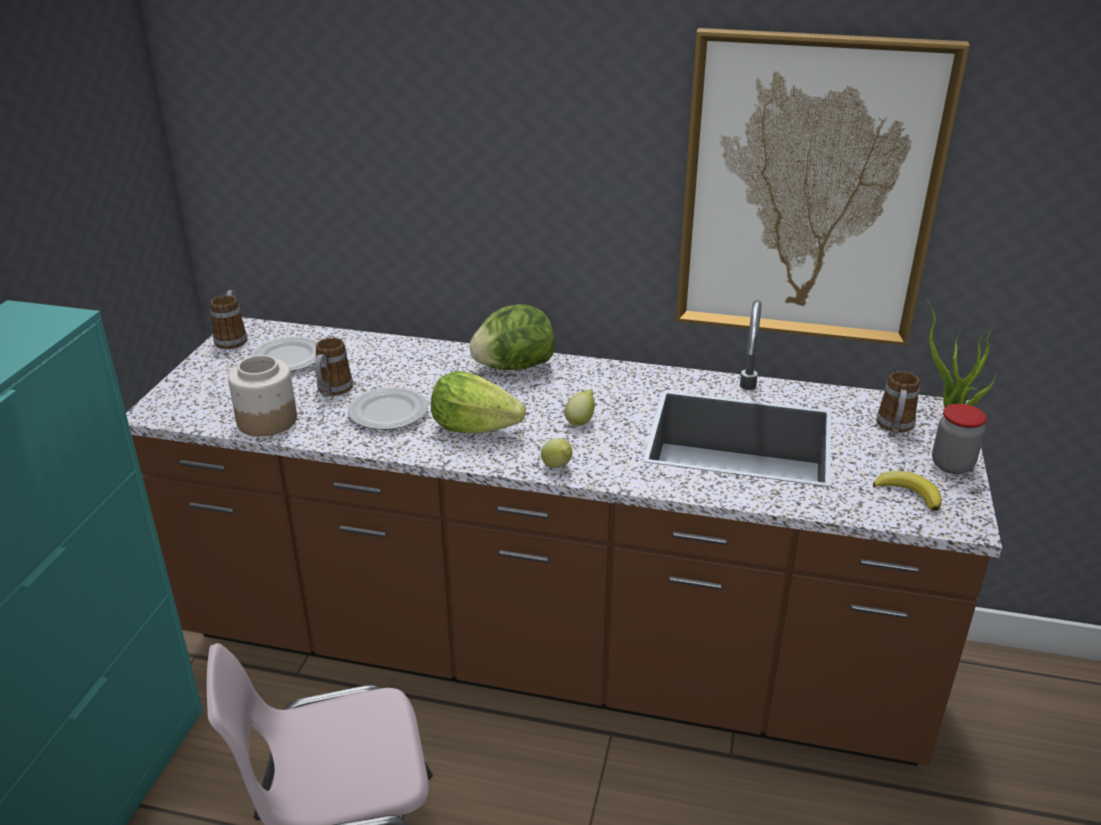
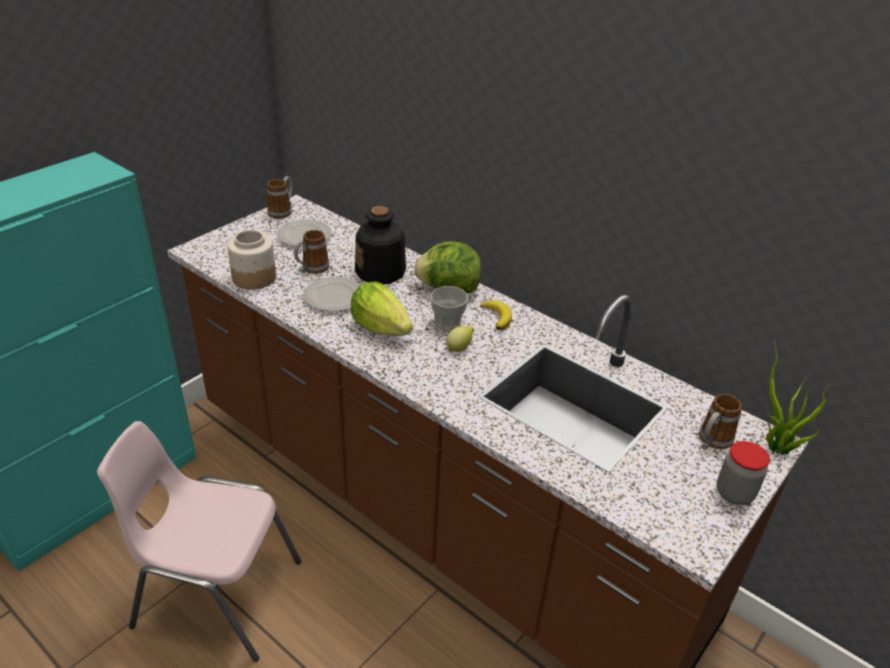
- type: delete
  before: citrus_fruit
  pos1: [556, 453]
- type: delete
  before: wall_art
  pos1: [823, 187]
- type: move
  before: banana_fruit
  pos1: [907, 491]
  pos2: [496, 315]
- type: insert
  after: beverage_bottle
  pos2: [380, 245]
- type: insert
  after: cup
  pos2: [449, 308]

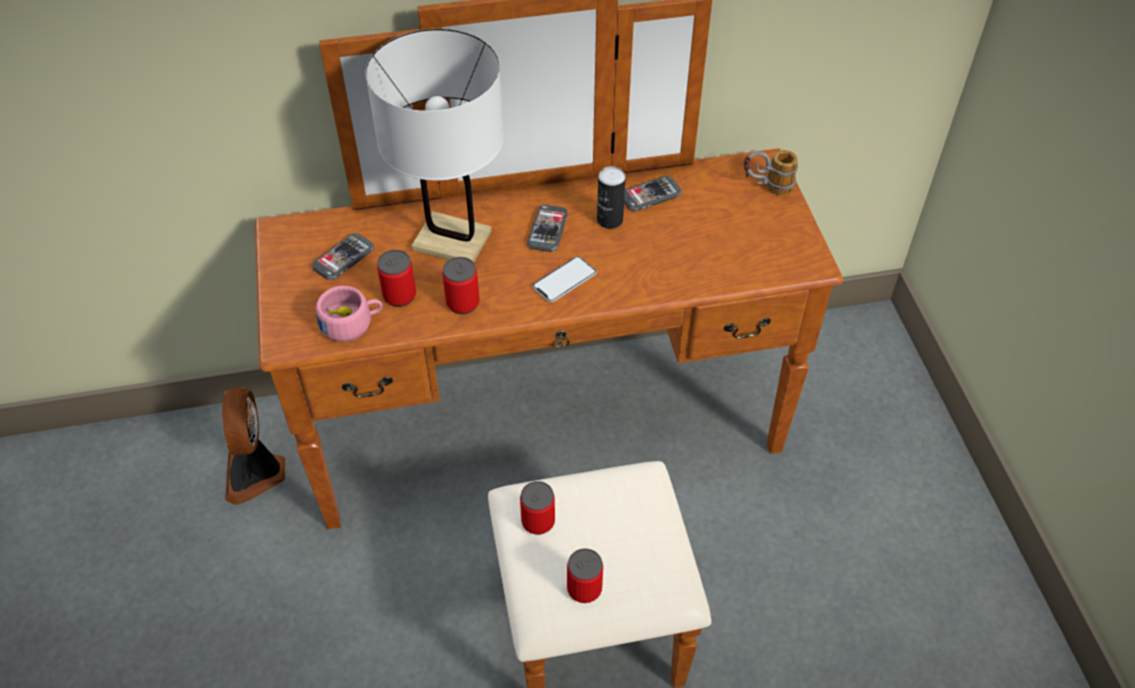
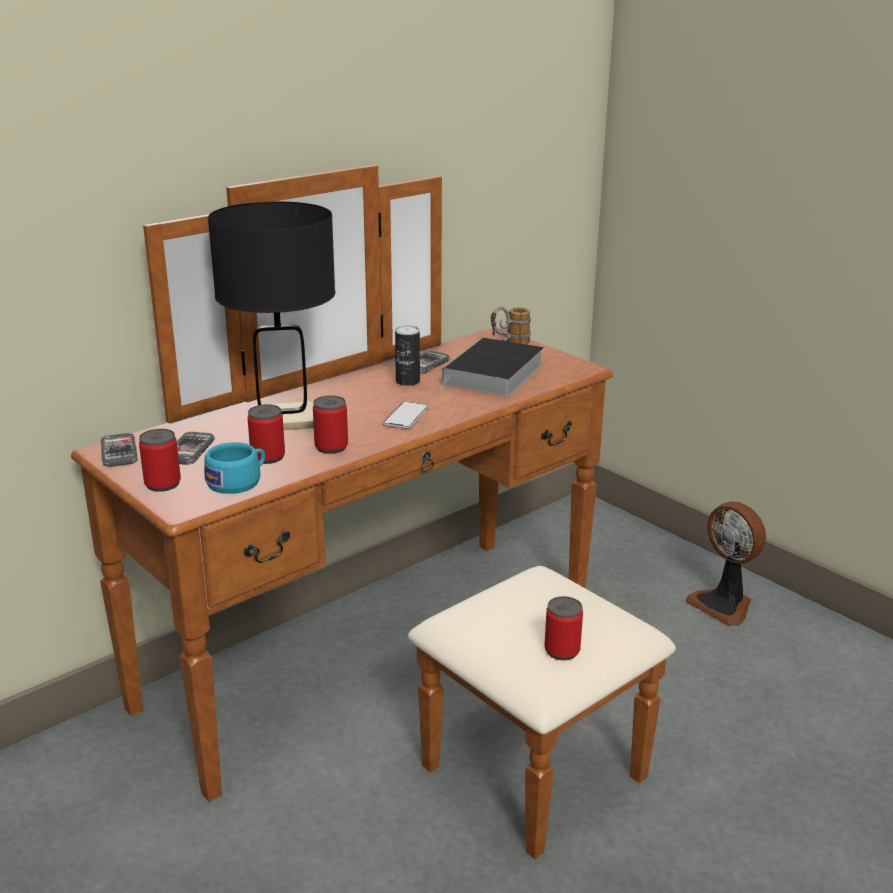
- type: move
  before: electric_fan
  pos1: [253, 446]
  pos2: [725, 563]
- type: recolor
  before: pinkish_cup
  after: blue-green_cup
  pos1: [349, 314]
  pos2: [234, 468]
- type: recolor
  before: white-coloured_tabletop_lamp
  after: blackish_tabletop_lamp
  pos1: [434, 145]
  pos2: [271, 315]
- type: move
  before: can
  pos1: [537, 508]
  pos2: [160, 460]
- type: move
  before: telephone
  pos1: [547, 228]
  pos2: [119, 450]
- type: insert
  after: volume
  pos2: [491, 367]

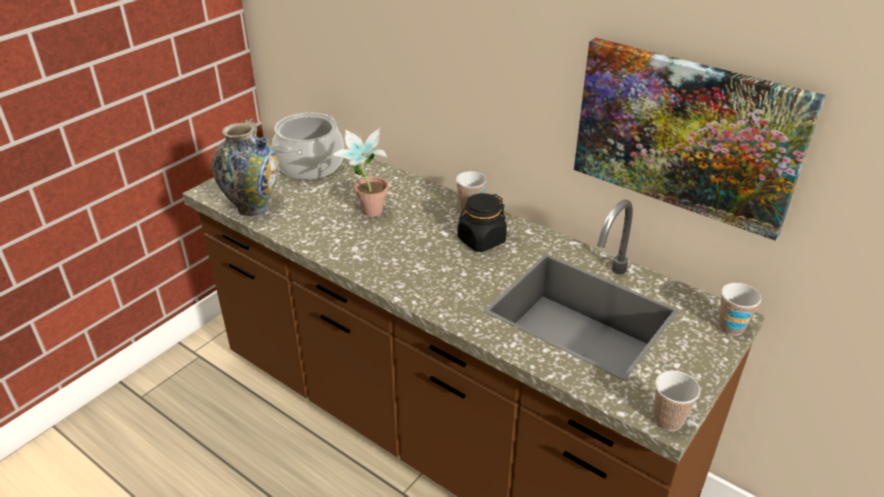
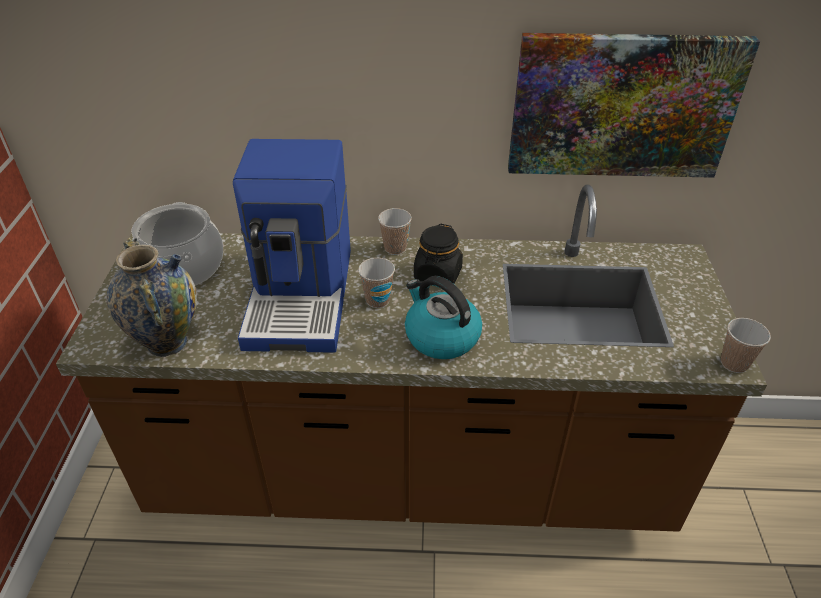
- type: replace
  before: houseplant
  after: coffee_machine
  pos1: [360, 172]
  pos2: [292, 246]
- type: move
  before: cup
  pos1: [739, 309]
  pos2: [376, 283]
- type: insert
  after: water_kettle
  pos2: [443, 317]

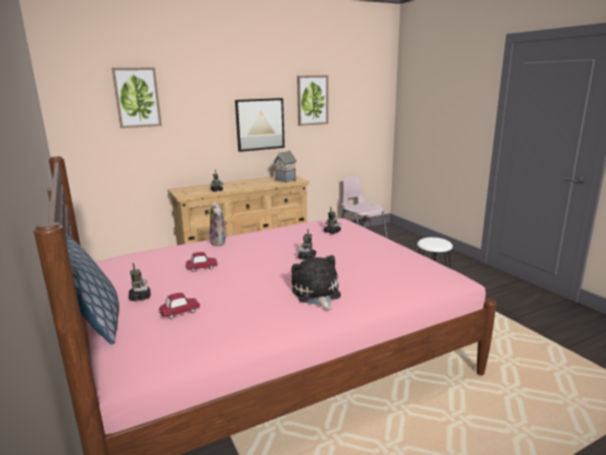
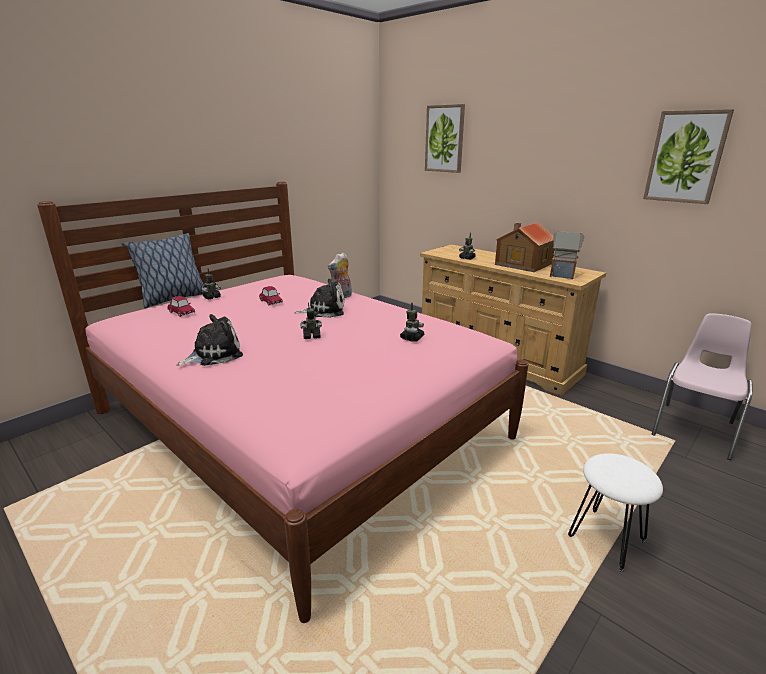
- type: delete
  before: wall_art
  pos1: [260, 125]
- type: insert
  after: plush_toy
  pos2: [319, 298]
- type: insert
  after: model_house
  pos2: [524, 247]

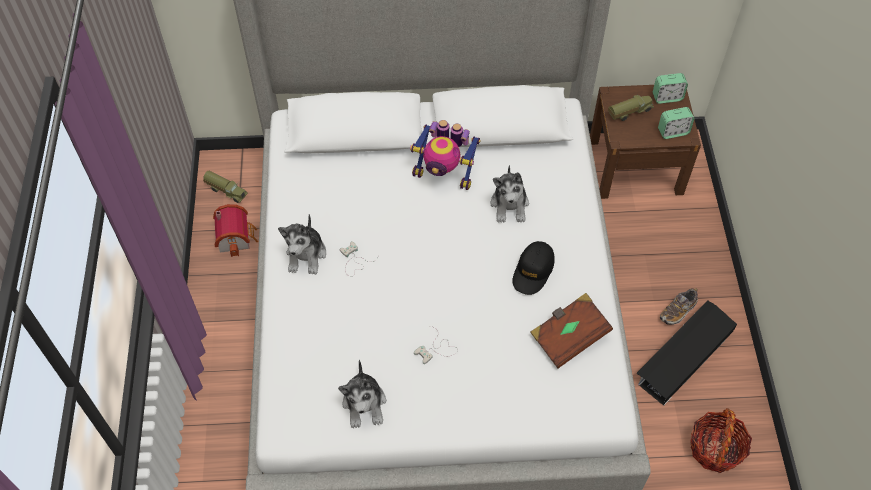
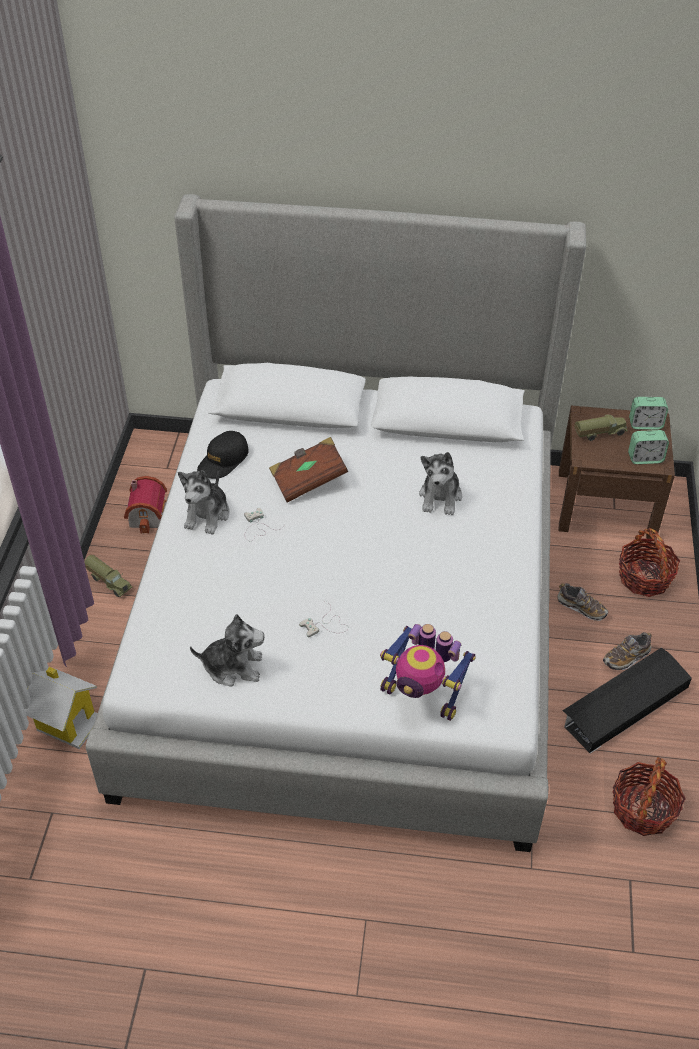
- type: move
  before: model_truck
  pos1: [225, 187]
  pos2: [108, 576]
- type: rotate
  before: plush_toy
  pos1: [362, 394]
  pos2: [227, 650]
  turn: -90
- type: move
  before: robot_figure
  pos1: [445, 155]
  pos2: [428, 672]
- type: move
  before: blackish_peaked_cap
  pos1: [533, 268]
  pos2: [223, 455]
- type: move
  before: brown_volume
  pos1: [571, 330]
  pos2: [308, 470]
- type: insert
  after: model_house
  pos2: [61, 708]
- type: insert
  after: item_of_footwear
  pos2: [583, 602]
- type: insert
  after: storage_basket
  pos2: [649, 562]

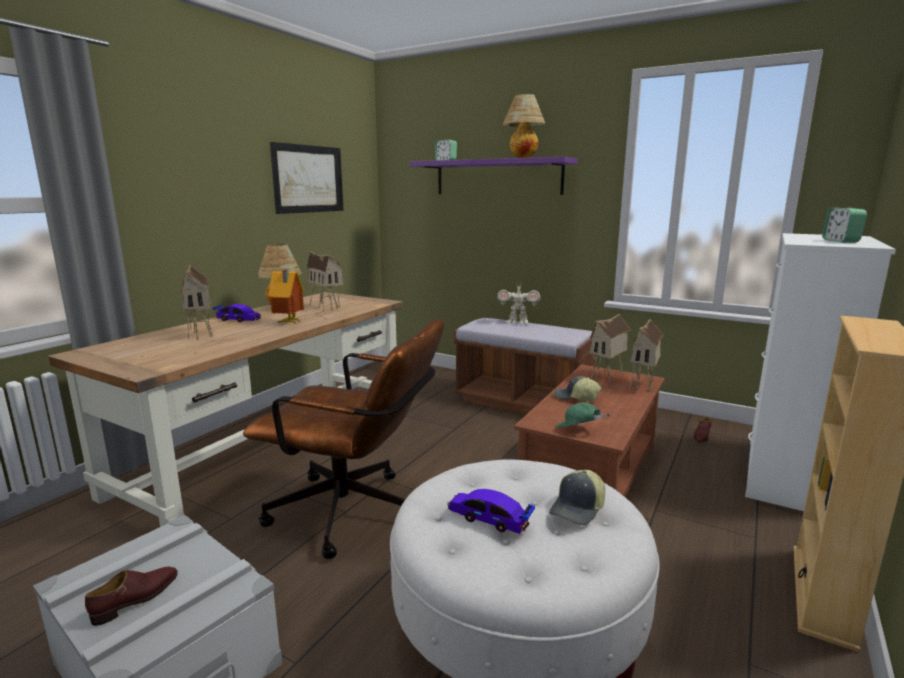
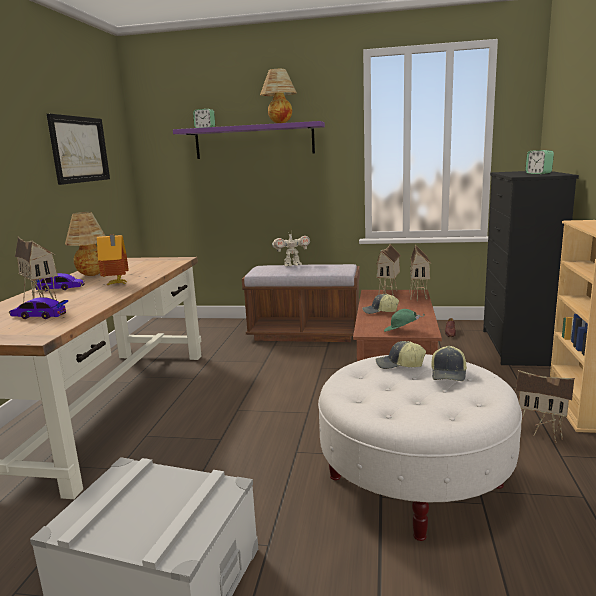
- type: delete
  before: brown_item_of_footwear
  pos1: [131, 596]
- type: delete
  before: brown_computer_chair
  pos1: [343, 438]
- type: move
  before: model_house
  pos1: [324, 281]
  pos2: [545, 406]
- type: move
  before: miniature_car
  pos1: [491, 511]
  pos2: [38, 308]
- type: recolor
  before: white-coloured_drawer_chest
  after: blackish_drawer_chest
  pos1: [820, 372]
  pos2: [531, 268]
- type: insert
  after: peaked_cap
  pos2: [400, 355]

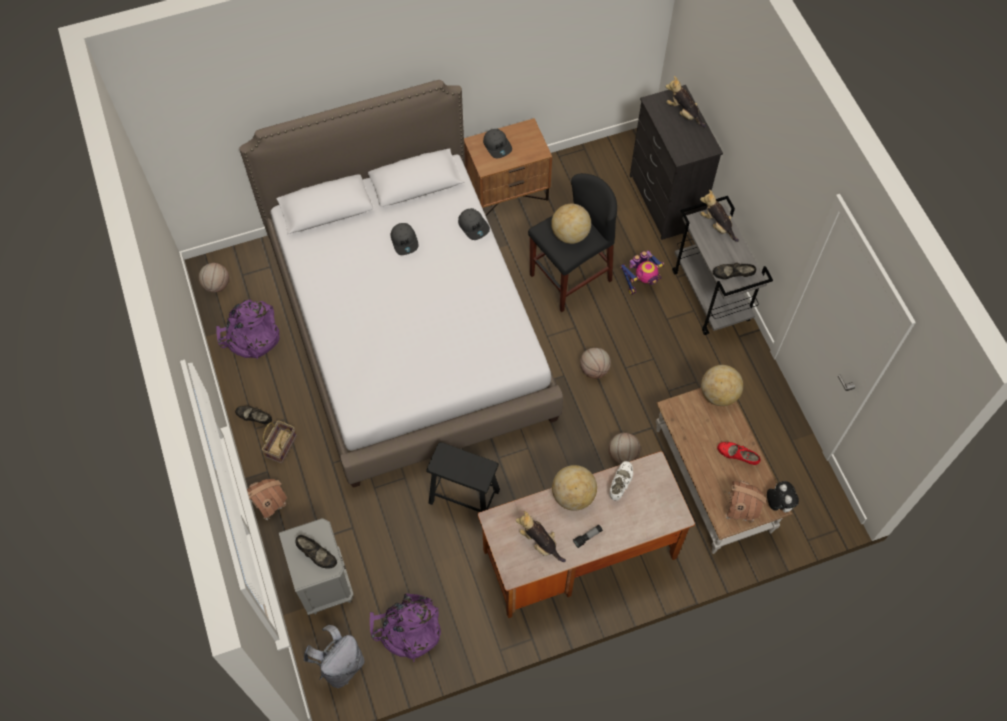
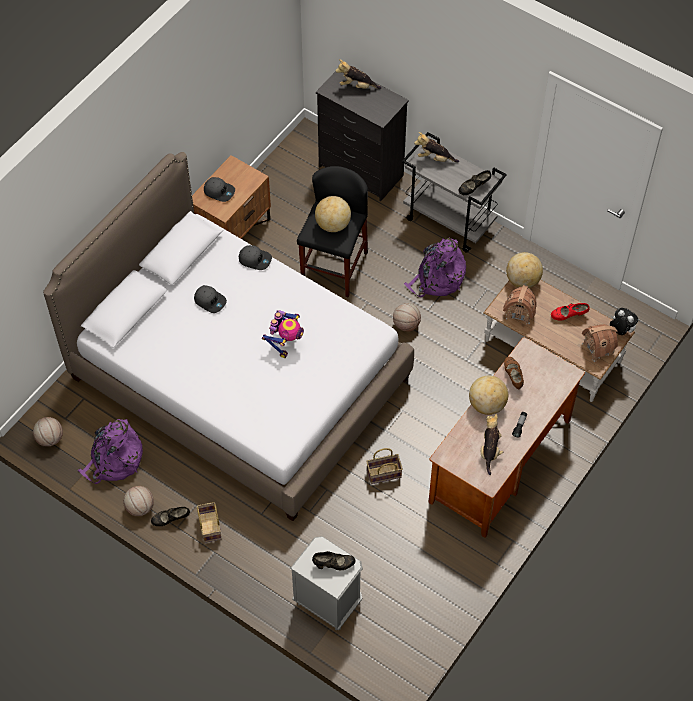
- type: move
  before: model_house
  pos1: [267, 499]
  pos2: [520, 304]
- type: delete
  before: gray_knapsack
  pos1: [334, 656]
- type: move
  before: purple_knapsack
  pos1: [405, 628]
  pos2: [435, 267]
- type: replace
  before: blackish_sitting_stool
  after: storage_basket
  pos1: [463, 477]
  pos2: [384, 466]
- type: rotate
  before: plush_toy
  pos1: [541, 536]
  pos2: [492, 444]
  turn: 90
- type: move
  before: ball_for_basketball
  pos1: [624, 448]
  pos2: [138, 501]
- type: recolor
  before: white-coloured_item_of_footwear
  after: brown_item_of_footwear
  pos1: [621, 481]
  pos2: [514, 373]
- type: move
  before: robot_figure
  pos1: [642, 272]
  pos2: [283, 334]

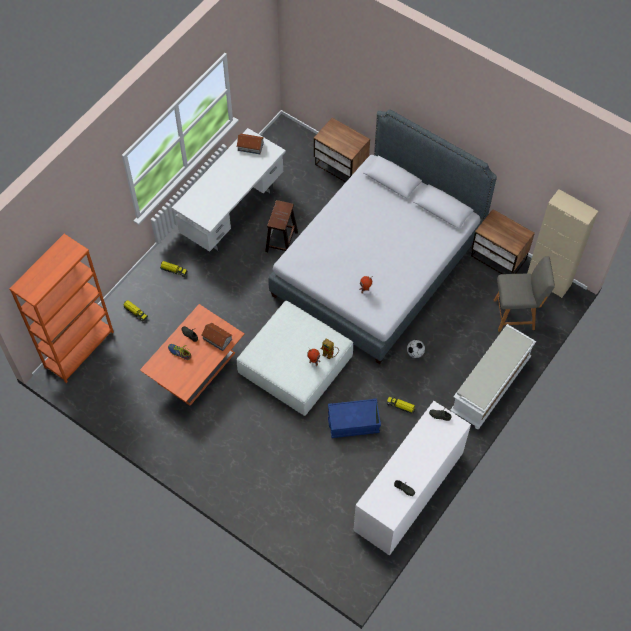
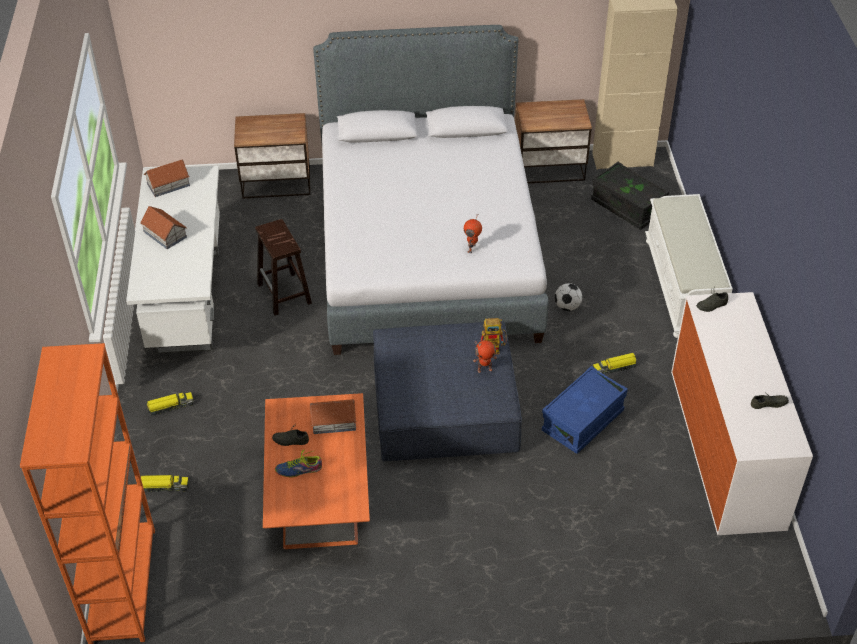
- type: recolor
  before: white-coloured_pouffe
  after: blue-coloured_pouffe
  pos1: [295, 358]
  pos2: [447, 391]
- type: replace
  before: gray_plain_chair
  after: blackish_storage_bin
  pos1: [524, 294]
  pos2: [630, 196]
- type: insert
  after: model_house
  pos2: [163, 227]

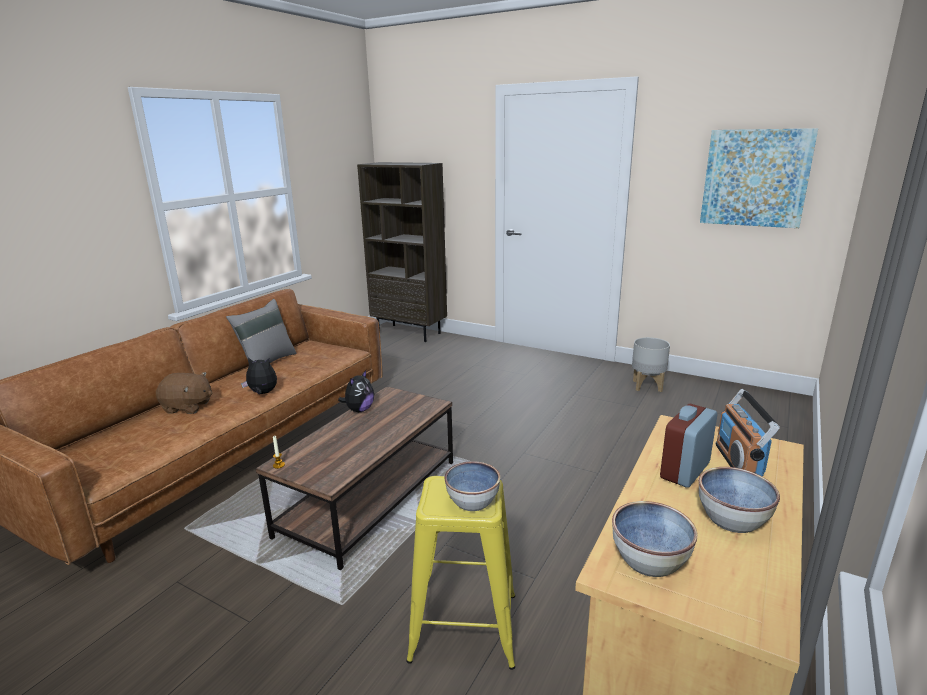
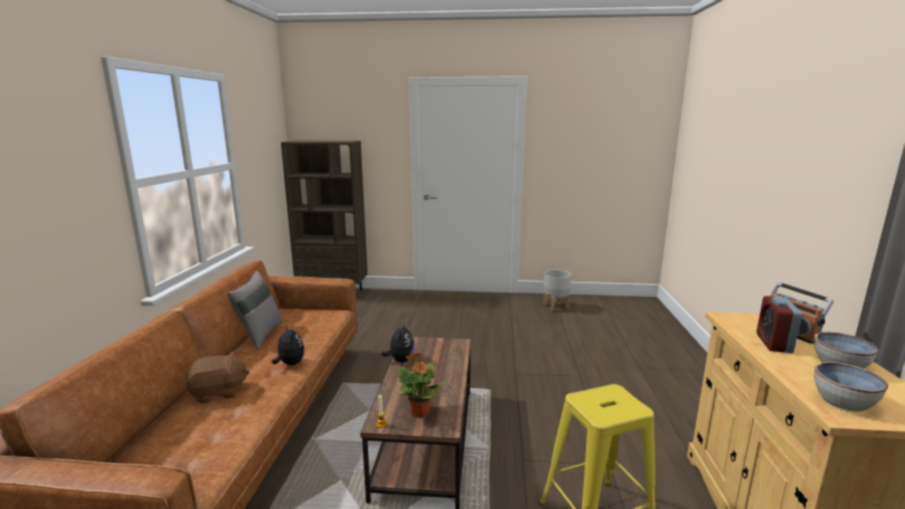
- type: rotate
  before: plush_toy
  pos1: [259, 375]
  pos2: [288, 345]
  turn: 75
- type: delete
  before: serving_bowl
  pos1: [472, 486]
- type: delete
  before: wall_art
  pos1: [759, 178]
- type: insert
  after: houseplant
  pos2: [421, 385]

